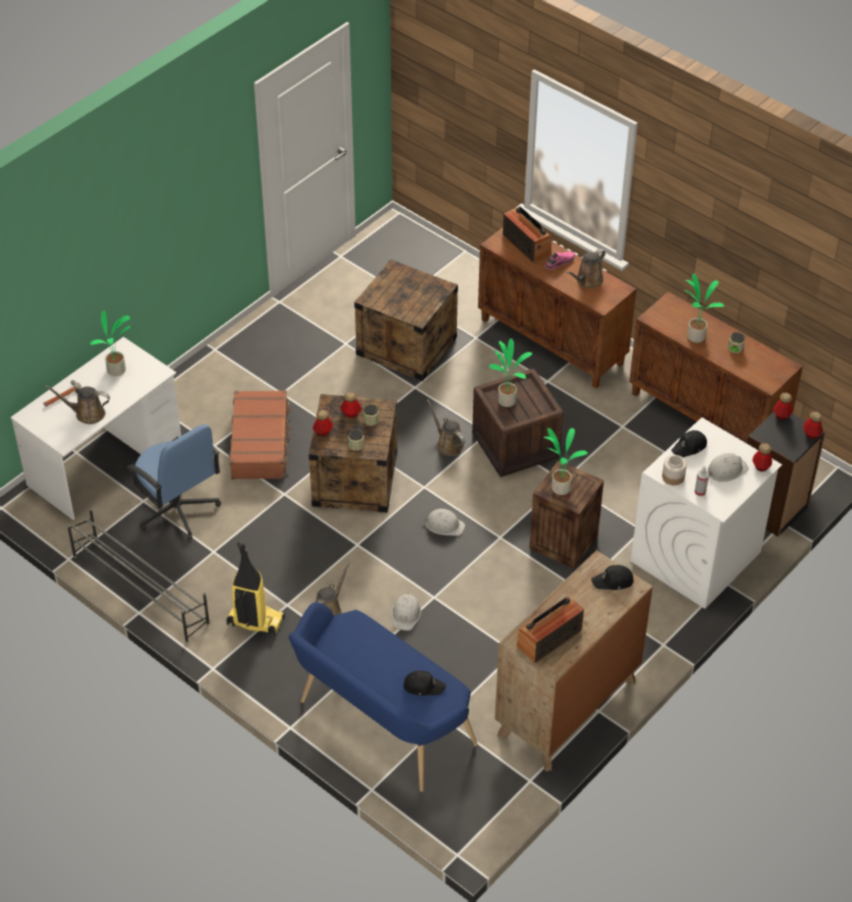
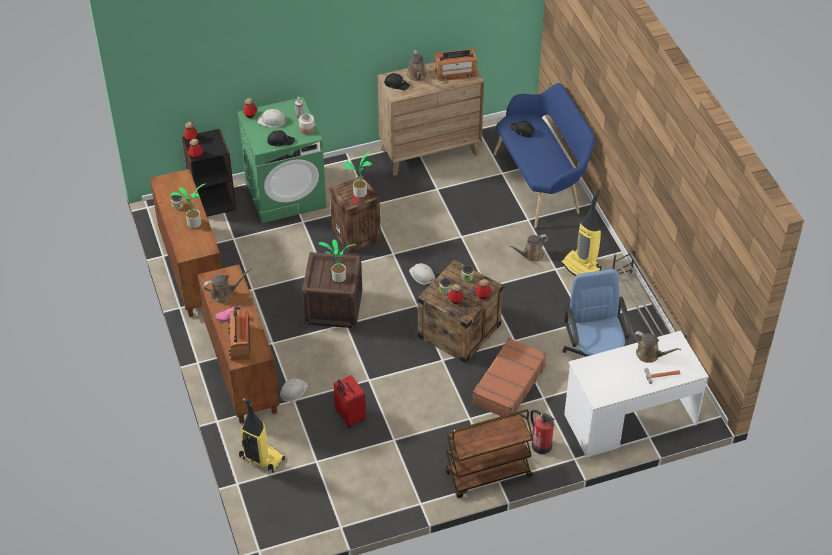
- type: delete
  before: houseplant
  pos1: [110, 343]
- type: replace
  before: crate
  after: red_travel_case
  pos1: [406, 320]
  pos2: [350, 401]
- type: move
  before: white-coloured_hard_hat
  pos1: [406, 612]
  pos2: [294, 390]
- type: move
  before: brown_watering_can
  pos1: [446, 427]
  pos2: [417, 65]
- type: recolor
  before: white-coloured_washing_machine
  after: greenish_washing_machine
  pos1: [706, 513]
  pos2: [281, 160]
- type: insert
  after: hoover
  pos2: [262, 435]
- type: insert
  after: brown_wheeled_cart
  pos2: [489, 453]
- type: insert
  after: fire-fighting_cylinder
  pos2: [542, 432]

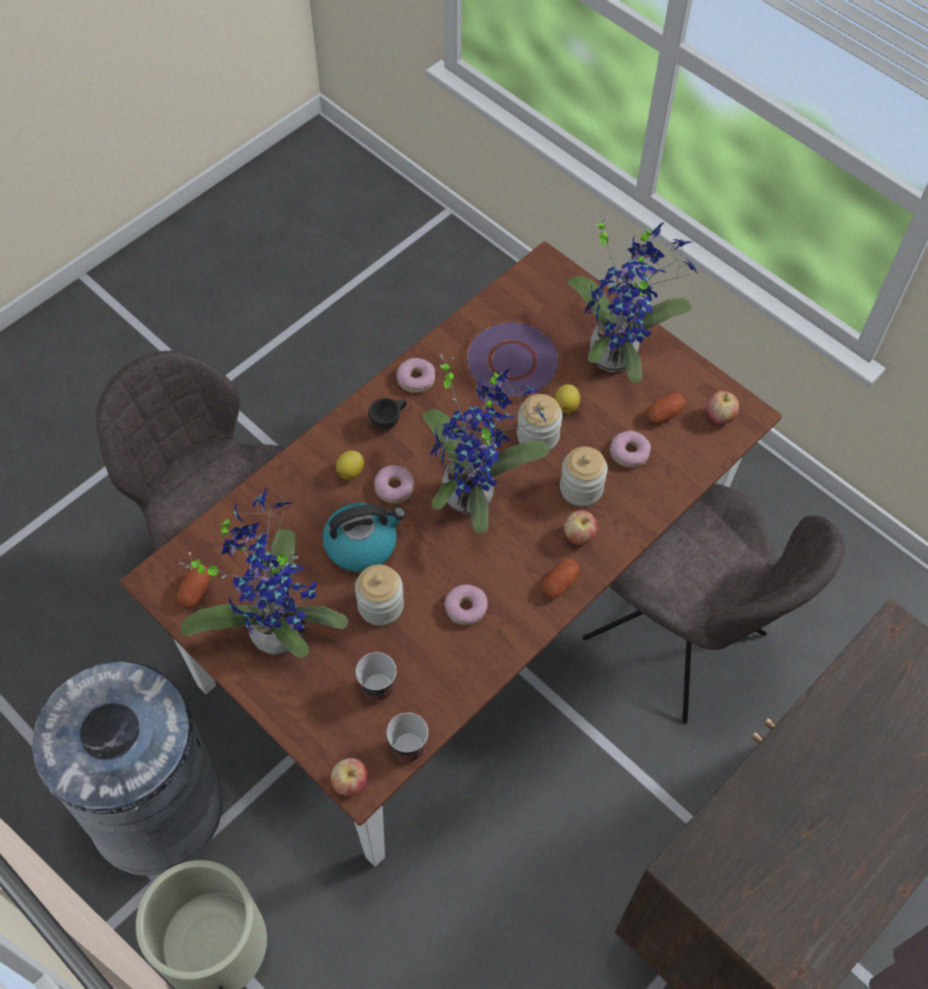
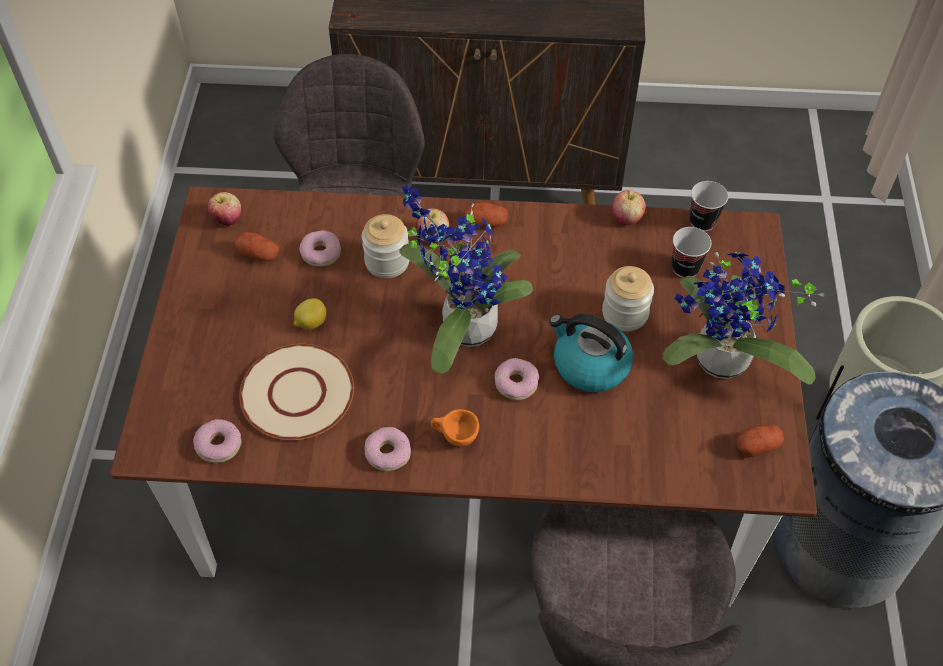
- type: move
  before: apple
  pos1: [349, 777]
  pos2: [629, 207]
- type: delete
  before: citrus_fruit
  pos1: [350, 465]
- type: recolor
  before: blackish_cup
  after: orange-coloured_cup
  pos1: [387, 414]
  pos2: [455, 428]
- type: move
  before: doughnut
  pos1: [466, 604]
  pos2: [217, 441]
- type: recolor
  before: purple_plate
  after: beige-coloured_plate
  pos1: [512, 359]
  pos2: [296, 392]
- type: delete
  before: storage_jar
  pos1: [540, 422]
- type: delete
  before: houseplant
  pos1: [632, 298]

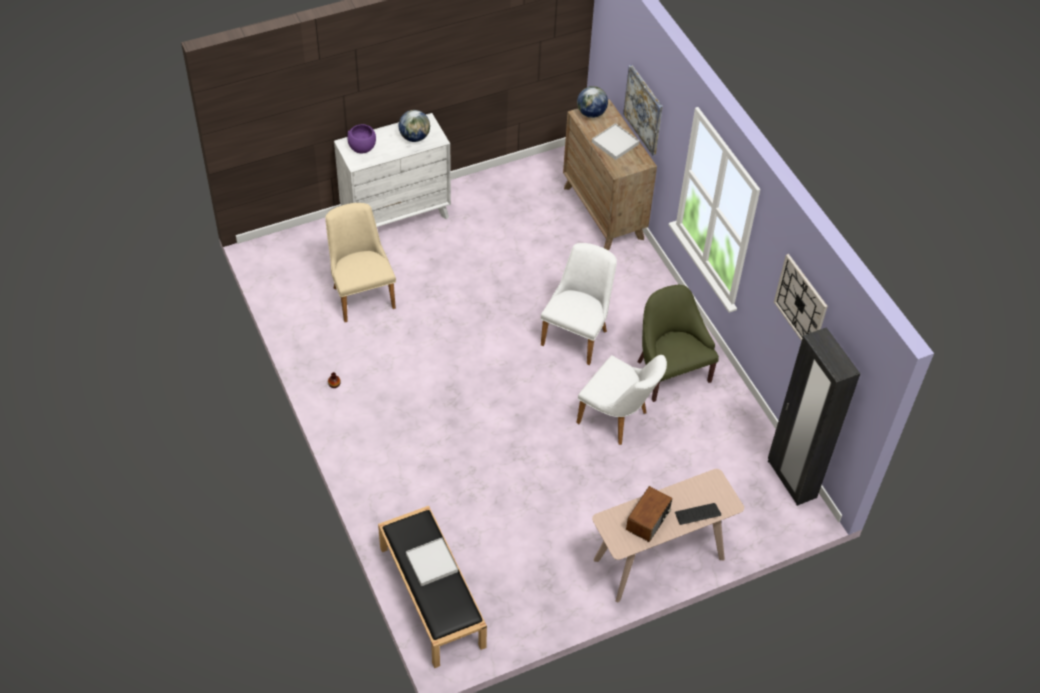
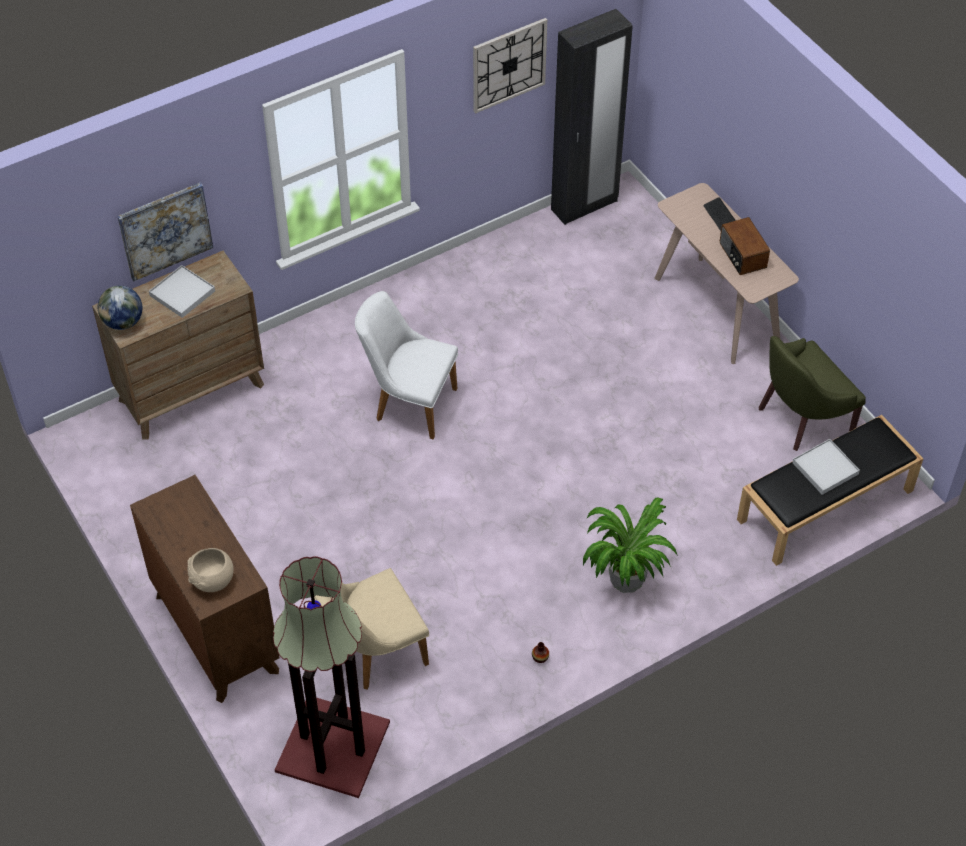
- type: recolor
  before: white-coloured_drawer_chest
  after: brown_drawer_chest
  pos1: [392, 170]
  pos2: [205, 589]
- type: recolor
  before: purple_serving_bowl
  after: beige-coloured_serving_bowl
  pos1: [361, 138]
  pos2: [210, 570]
- type: delete
  before: globe
  pos1: [414, 126]
- type: delete
  before: white-coloured_plain_chair
  pos1: [622, 400]
- type: rotate
  before: radio_set
  pos1: [649, 514]
  pos2: [745, 246]
  turn: -135
- type: move
  before: greenish_armchair
  pos1: [678, 343]
  pos2: [812, 393]
- type: insert
  after: floor_lamp
  pos2: [331, 677]
- type: insert
  after: houseplant
  pos2: [630, 545]

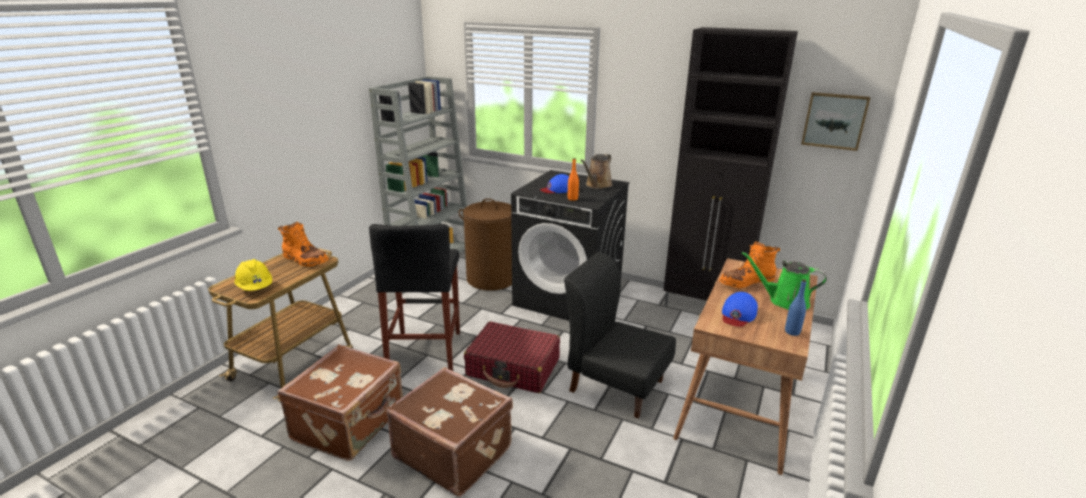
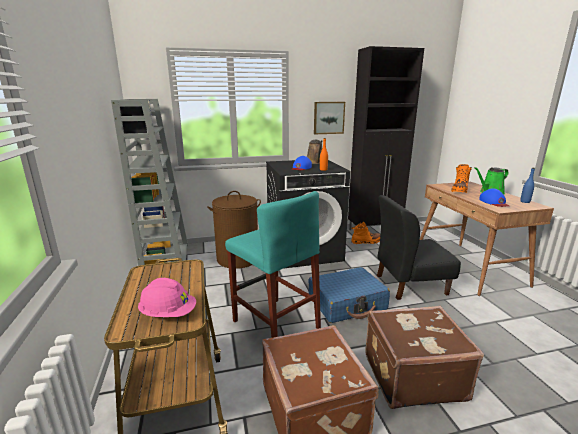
- type: recolor
  before: yellow_hard_hat
  after: pinkish_hard_hat
  pos1: [253, 275]
  pos2: [167, 297]
- type: move
  before: orange-coloured_boot
  pos1: [303, 244]
  pos2: [366, 233]
- type: recolor
  before: blackish_sitting_stool
  after: blue-green_sitting_stool
  pos1: [414, 297]
  pos2: [273, 264]
- type: recolor
  before: red_travel_case
  after: blue-coloured_travel_case
  pos1: [512, 357]
  pos2: [349, 295]
- type: move
  before: wall_art
  pos1: [835, 121]
  pos2: [329, 118]

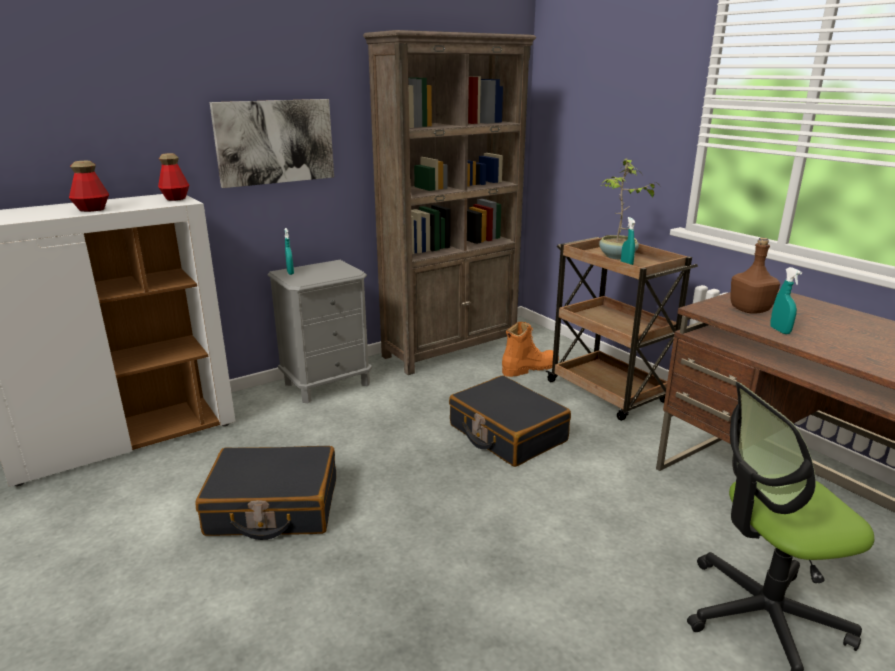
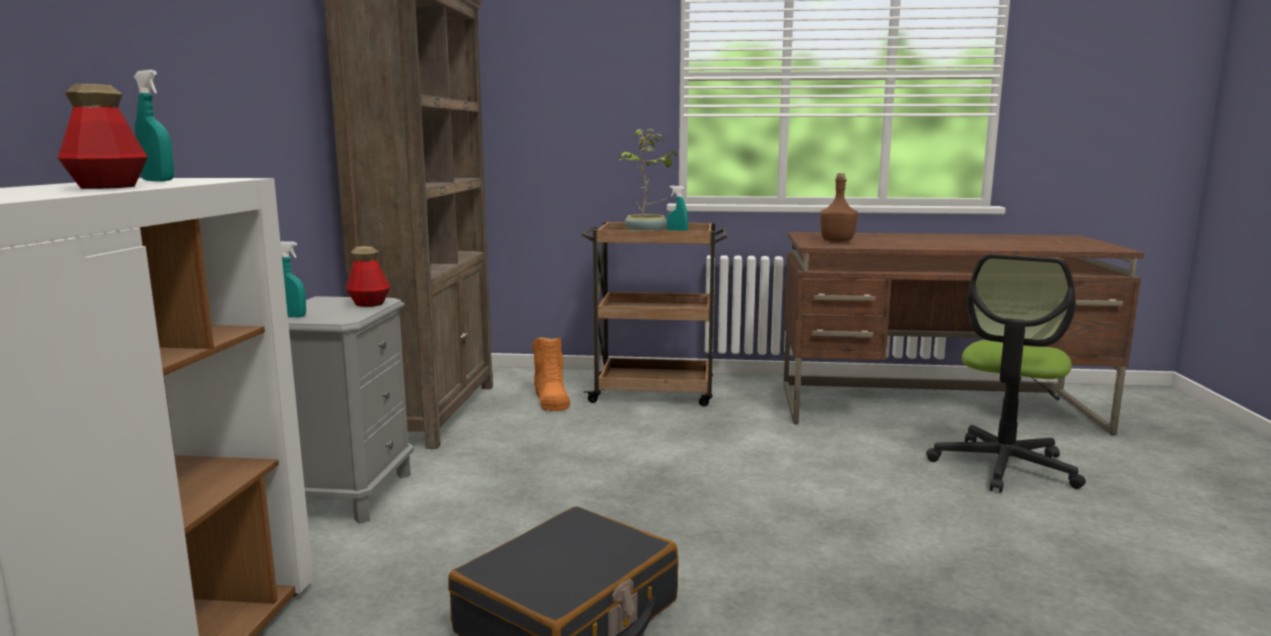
- type: move
  before: beverage_bottle
  pos1: [173, 177]
  pos2: [367, 276]
- type: delete
  before: wall_art
  pos1: [272, 143]
- type: delete
  before: blackish_travel_case
  pos1: [510, 421]
- type: rotate
  before: orange-coloured_boot
  pos1: [530, 349]
  pos2: [551, 374]
  turn: 150
- type: move
  before: blue-green_spray_bottle
  pos1: [786, 300]
  pos2: [154, 125]

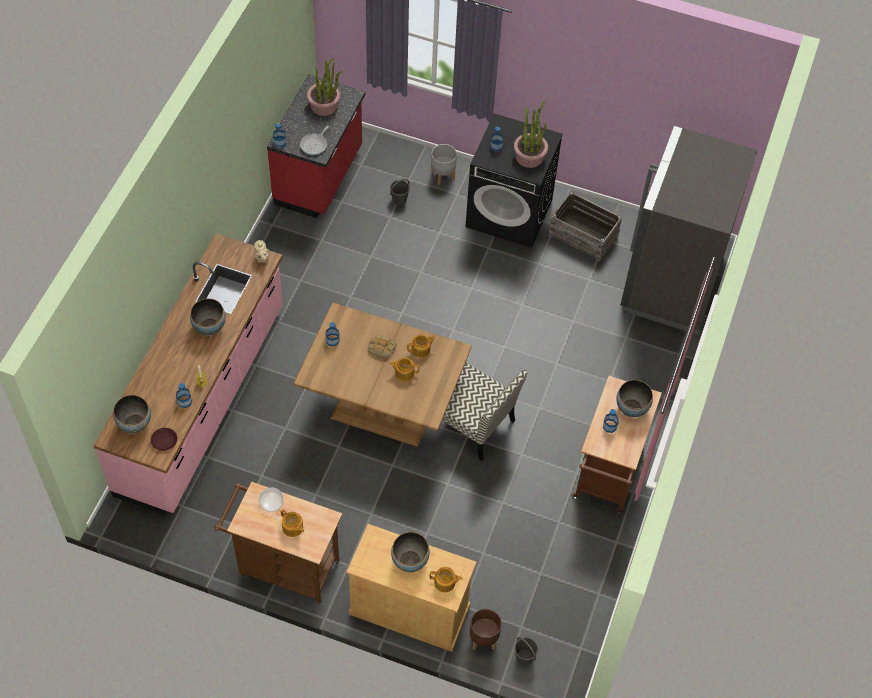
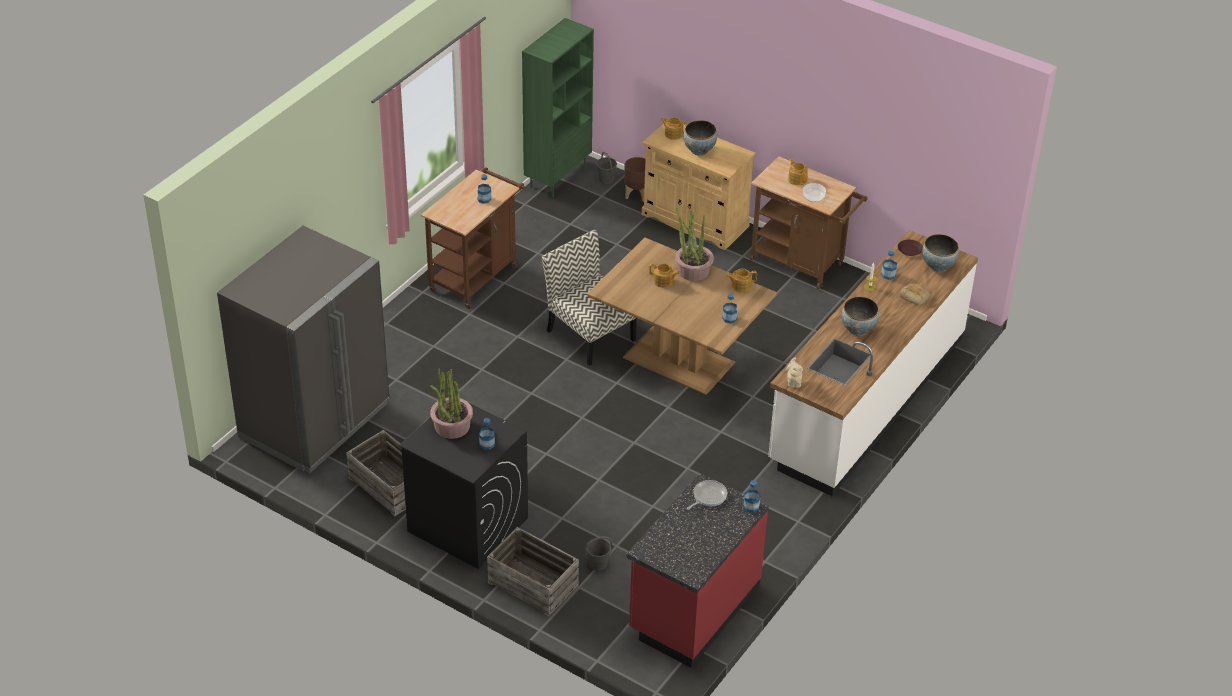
- type: recolor
  before: pinkish_counter
  after: white-coloured_counter
  pos1: [188, 374]
  pos2: [873, 363]
- type: move
  before: houseplant
  pos1: [325, 87]
  pos2: [695, 244]
- type: move
  before: bread
  pos1: [382, 347]
  pos2: [915, 294]
- type: move
  before: teapot
  pos1: [421, 346]
  pos2: [741, 280]
- type: replace
  before: gray_flower_pot
  after: crate
  pos1: [444, 164]
  pos2: [533, 572]
- type: delete
  before: serving_bowl
  pos1: [634, 398]
- type: insert
  after: greenish_bookshelf
  pos2: [558, 107]

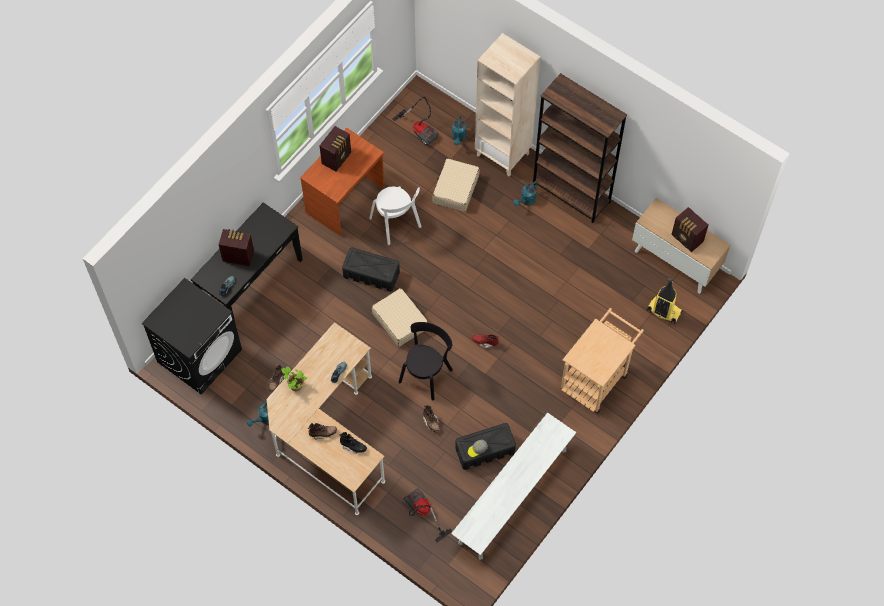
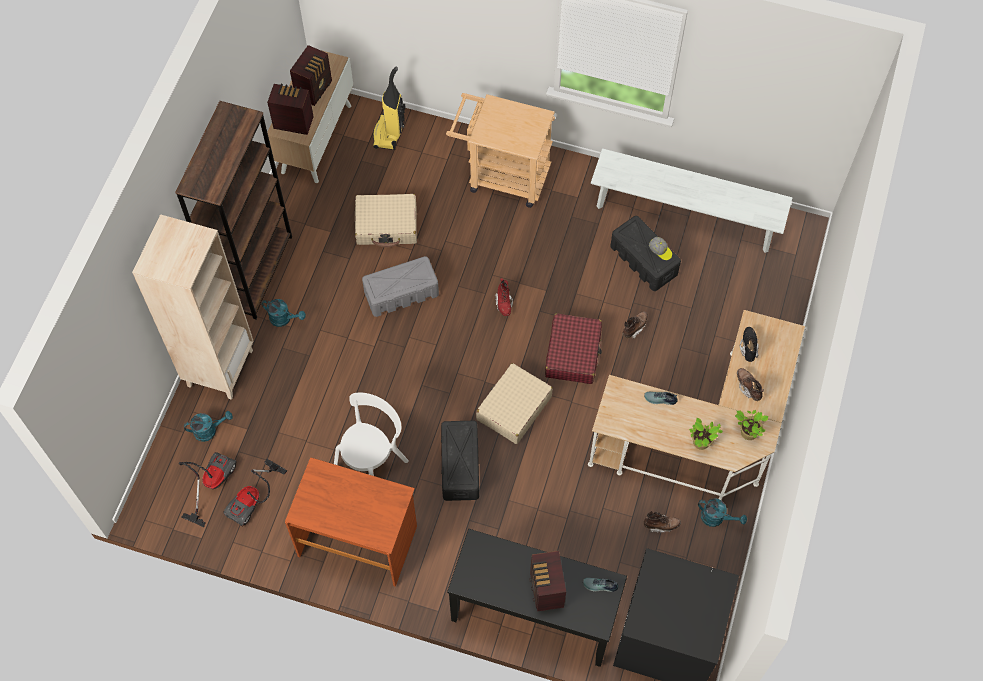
- type: move
  before: radio_set
  pos1: [335, 148]
  pos2: [290, 109]
- type: replace
  before: blackish_plain_chair
  after: red_travel_case
  pos1: [426, 361]
  pos2: [573, 348]
- type: move
  before: hoover
  pos1: [428, 515]
  pos2: [255, 492]
- type: move
  before: beige-coloured_travel_case
  pos1: [456, 185]
  pos2: [386, 221]
- type: insert
  after: gray_storage_bin
  pos2: [400, 286]
- type: insert
  after: houseplant
  pos2: [751, 425]

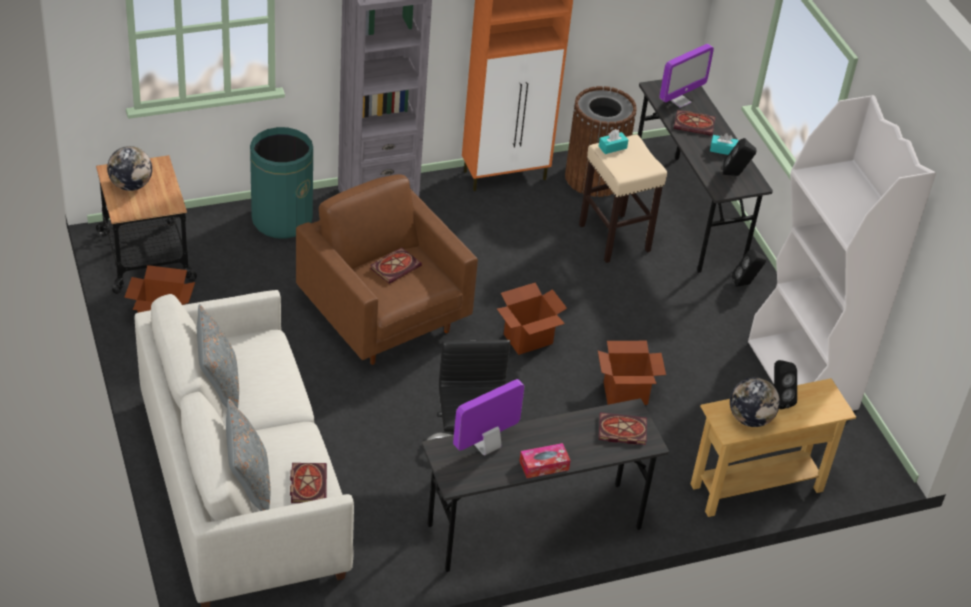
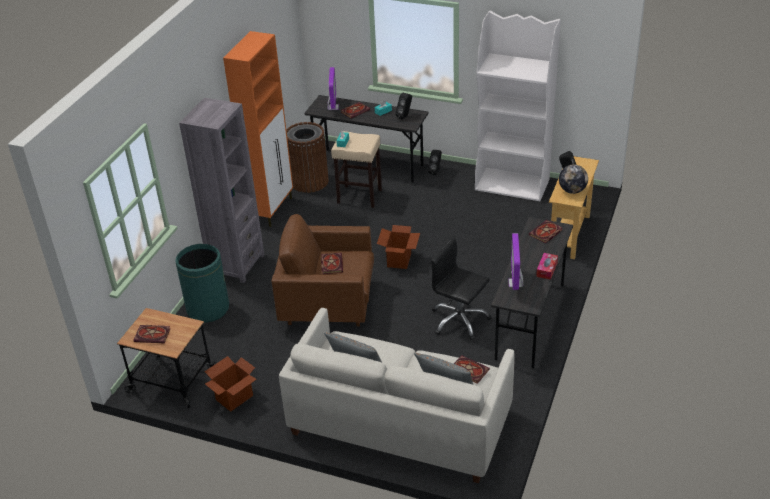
- type: replace
  before: globe
  after: volume
  pos1: [129, 168]
  pos2: [152, 334]
- type: delete
  before: cardboard_box
  pos1: [632, 373]

